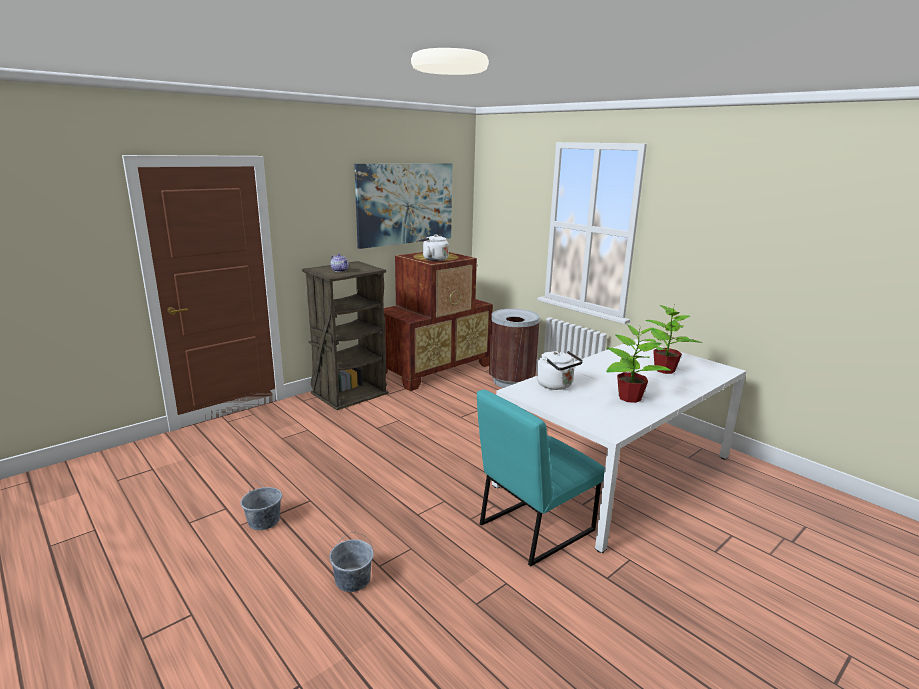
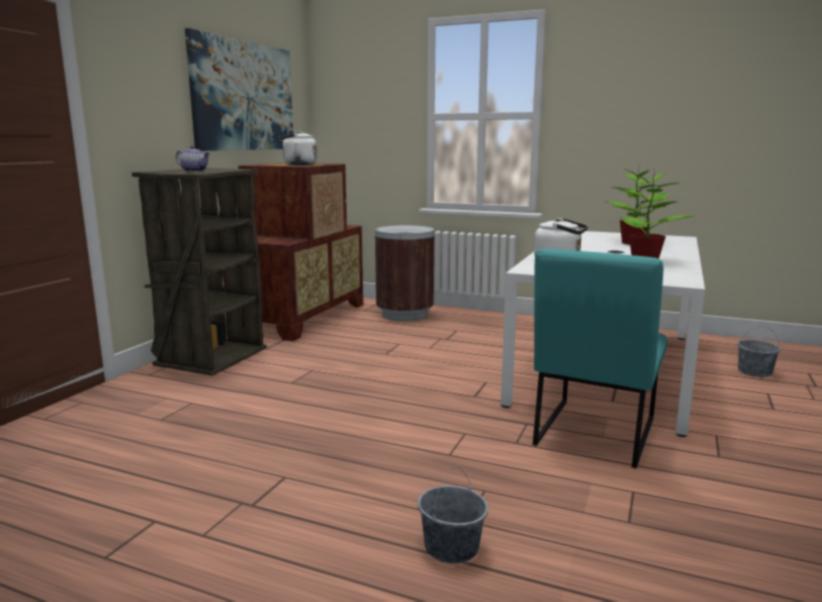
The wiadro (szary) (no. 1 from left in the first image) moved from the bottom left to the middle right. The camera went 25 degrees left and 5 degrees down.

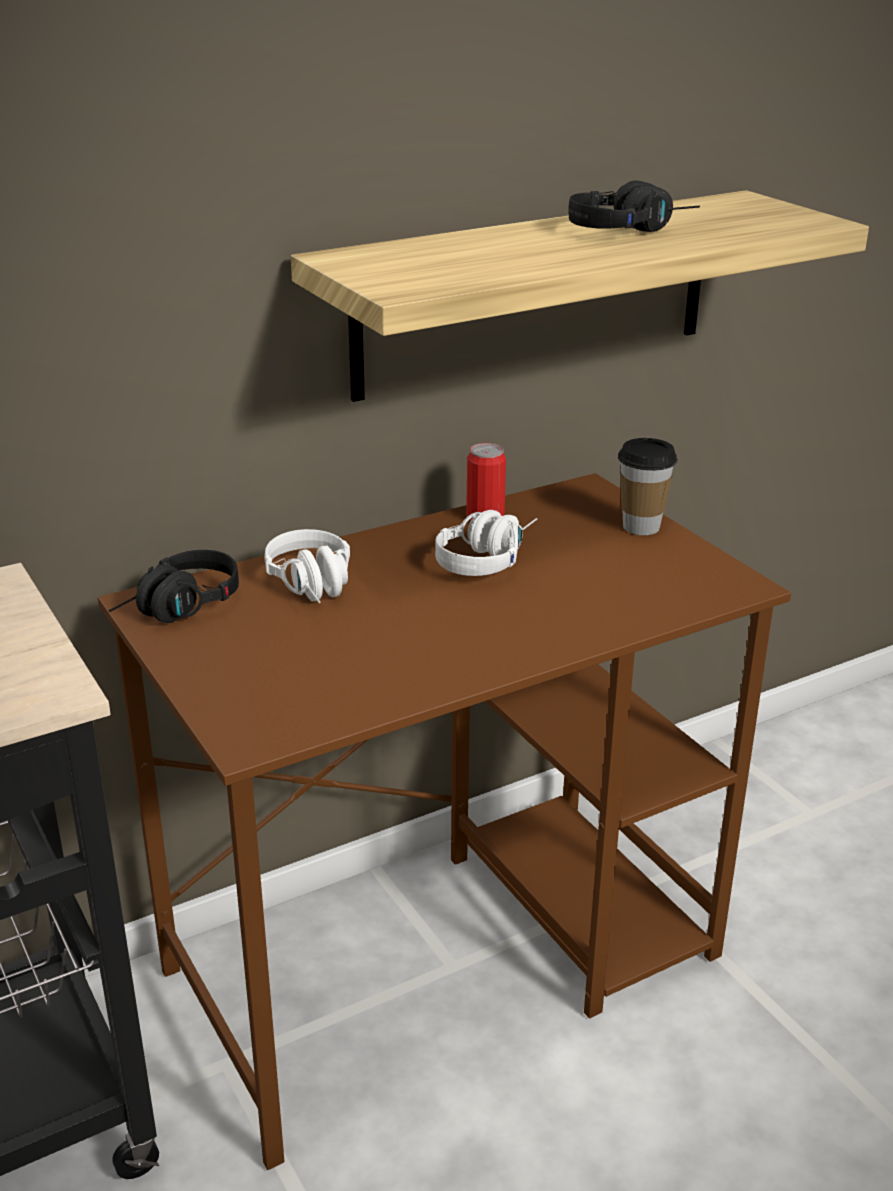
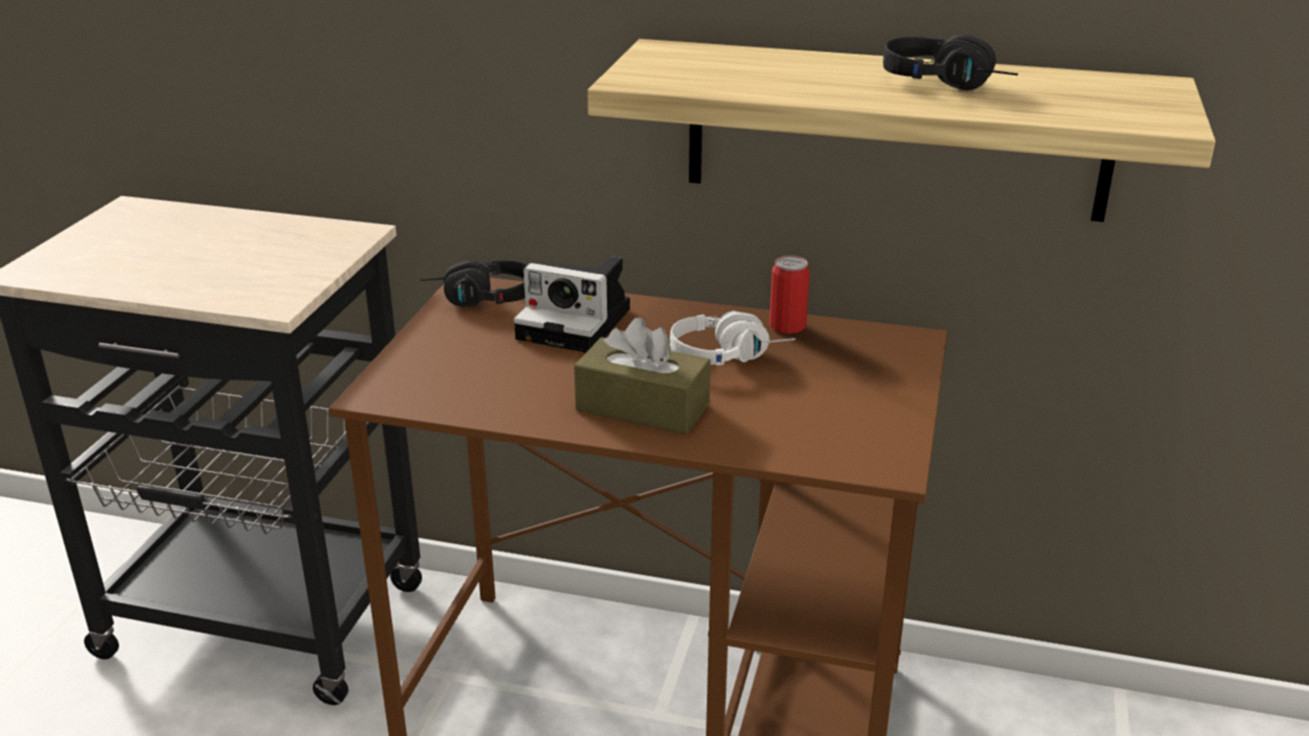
The filiżanka at the middle right disappeared. The pudełko chusteczek (brązowy) at the centre appeared. The słuchawki (biały) (no. 1 from left) at the centre was replaced by the aparat fotograficzny at the centre. The camera went 45 degrees right and 0 degrees up.

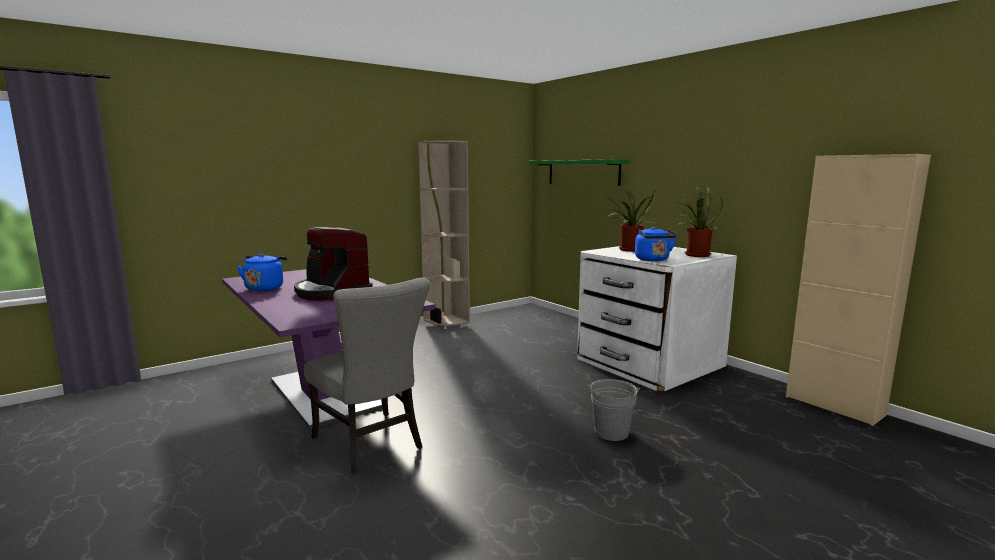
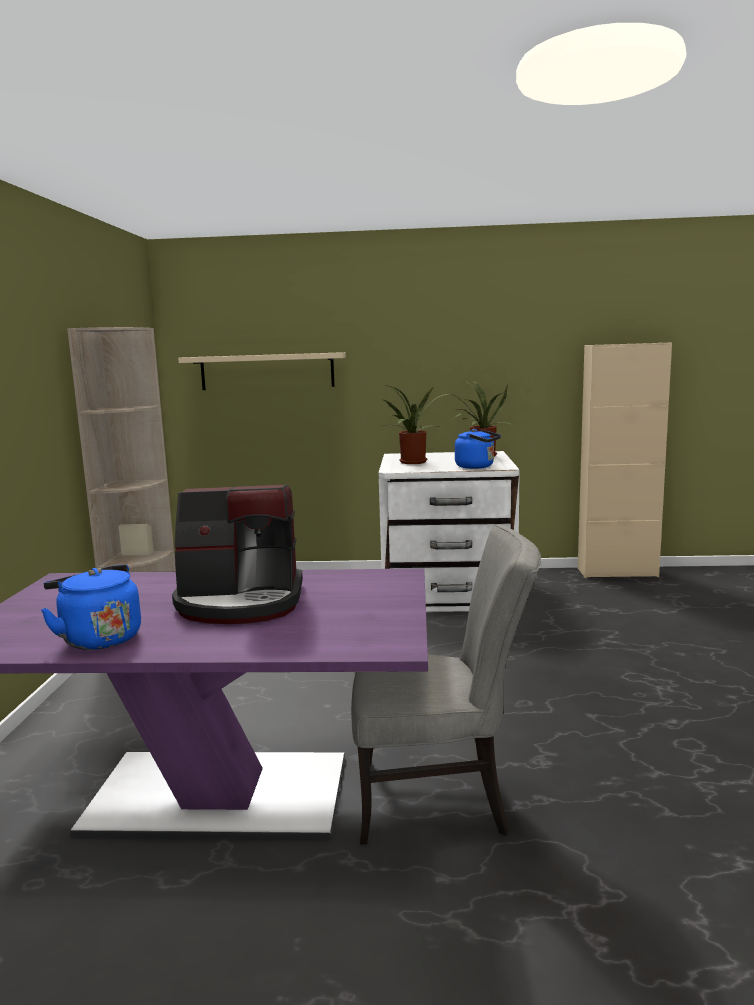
The wiadro (szary) at the bottom centre disappeared. The półka (zielony) at the top centre became the półka (beżowy) at the centre. The camera went 50 degrees left and 0 degrees up.

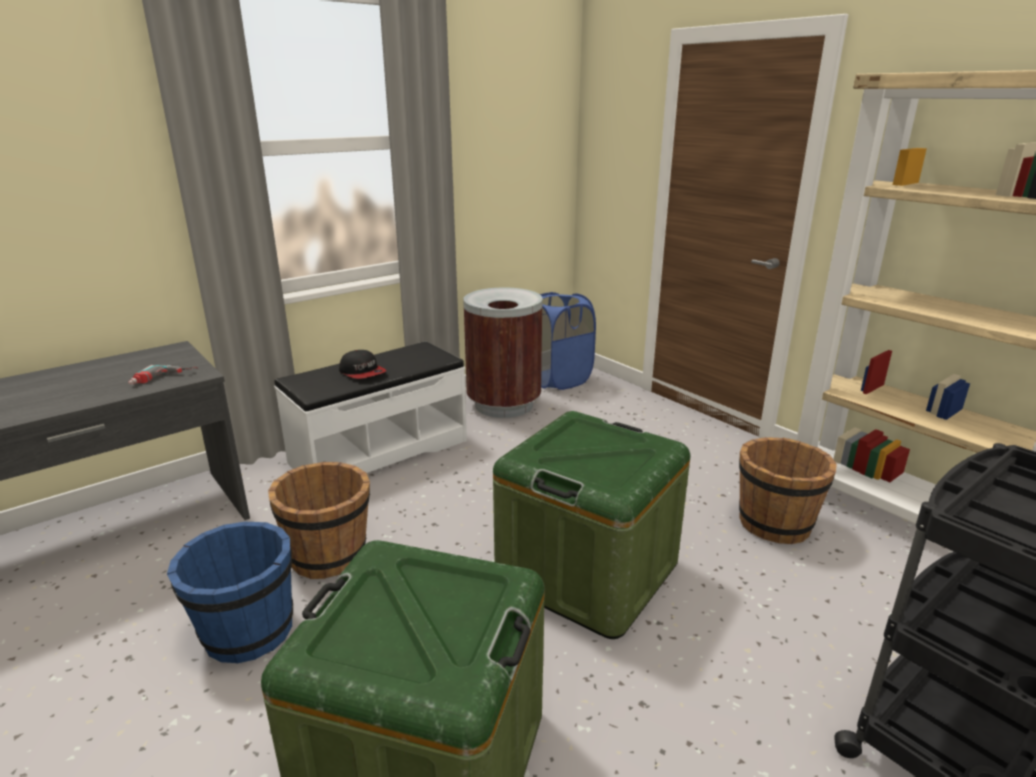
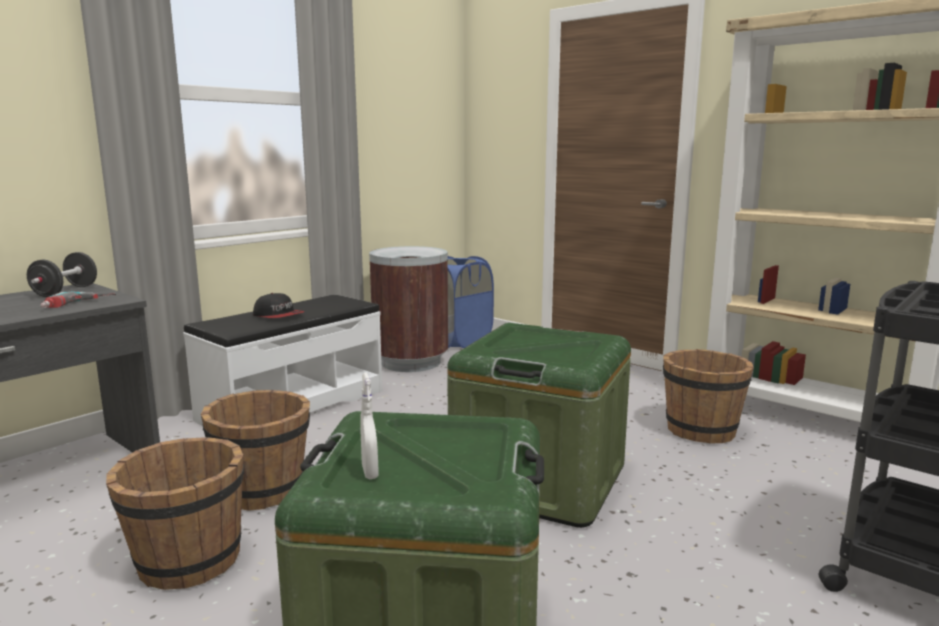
The hantel (czarny) at the middle left appeared. The spryskiwacz (biały) at the bottom centre appeared. The wiadro (niebieski) at the bottom left became the wiadro (brązowy) (no. 1 from left) at the bottom left. The camera went 10 degrees left and 10 degrees down.

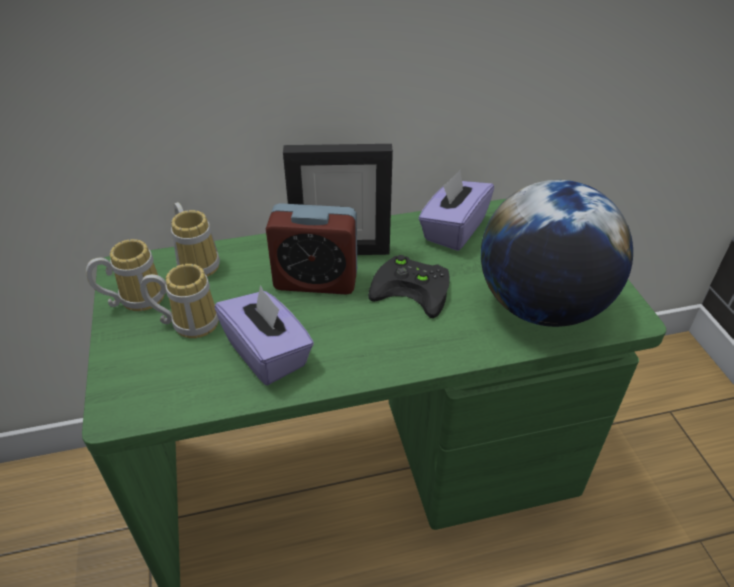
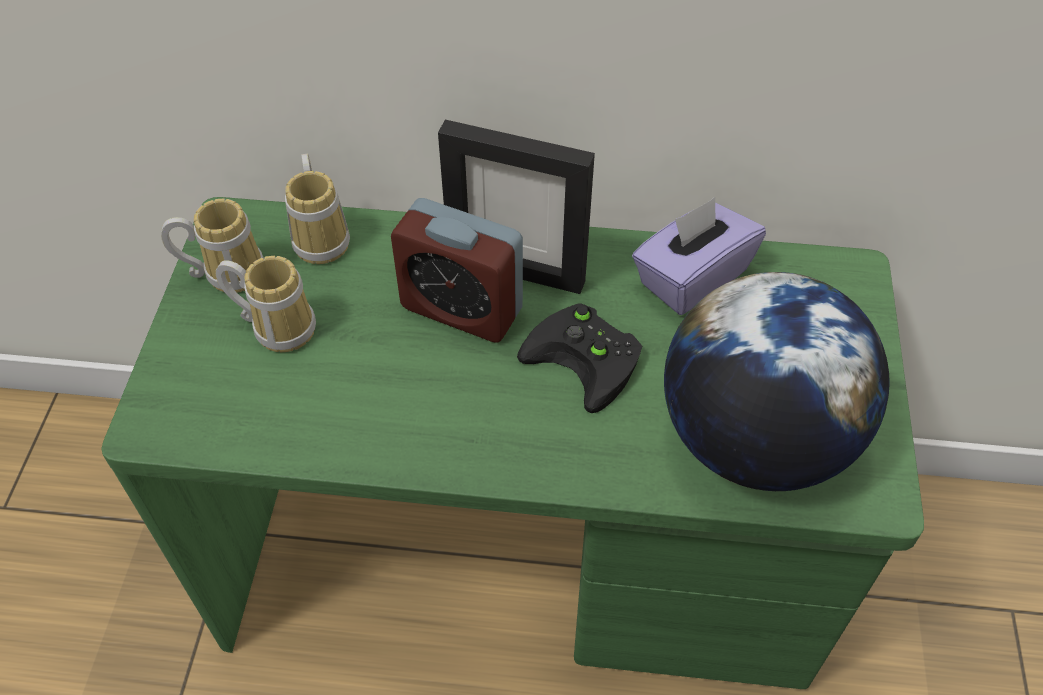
The pudełko chusteczek (fioletowy) (no. 1 from left) at the centre disappeared. The camera went 20 degrees right and 10 degrees up.

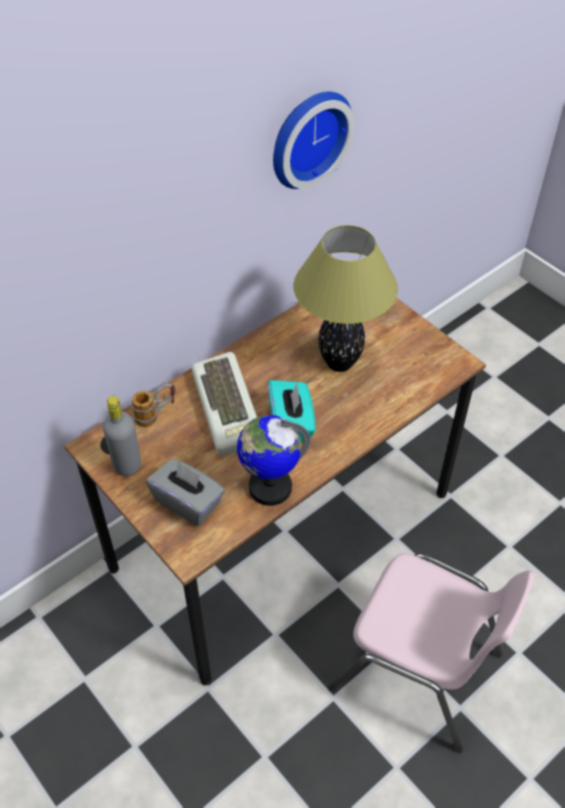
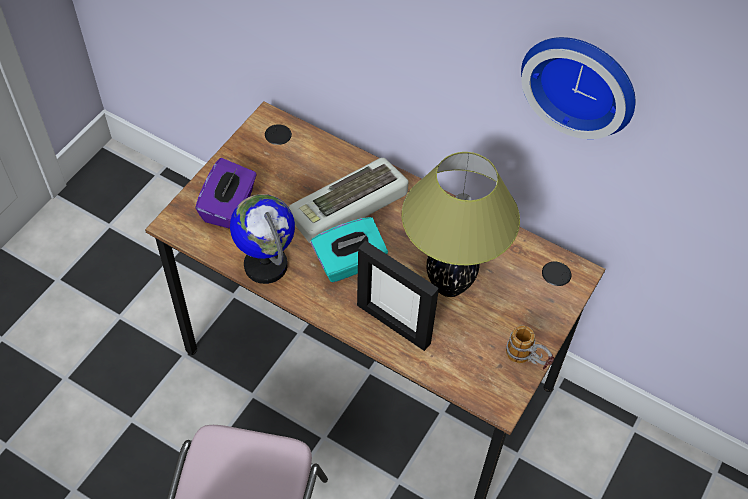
The butelka (szary) at the middle left disappeared. The ramka na zdjęcie at the centre appeared. The kubek moved from the middle left to the bottom right. The pudełko chusteczek (szary) at the middle left became the pudełko chusteczek (fioletowy) at the middle left. The camera went 70 degrees right and 5 degrees up.

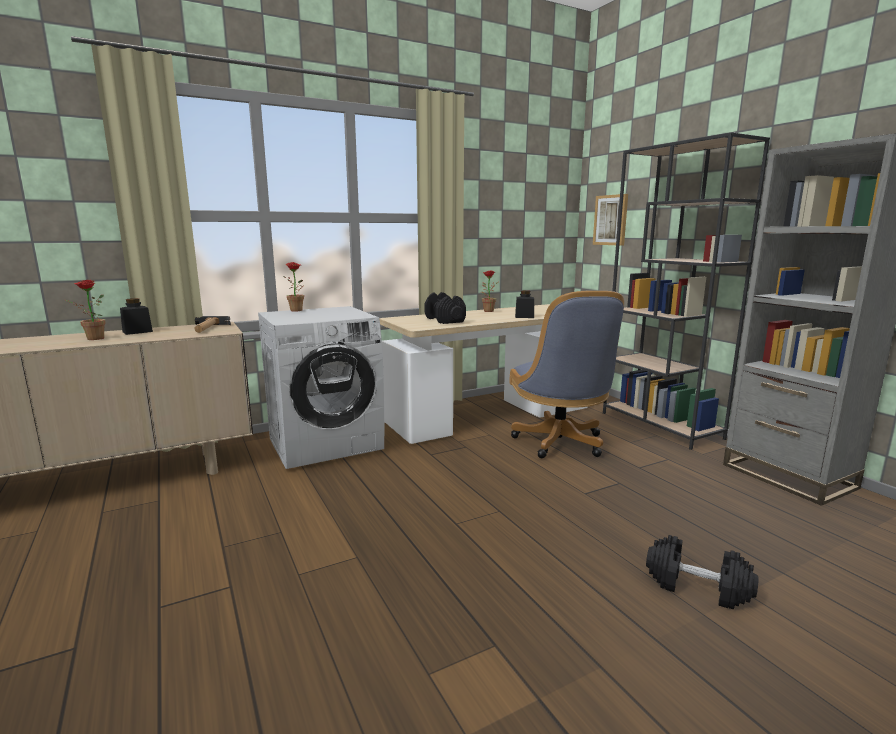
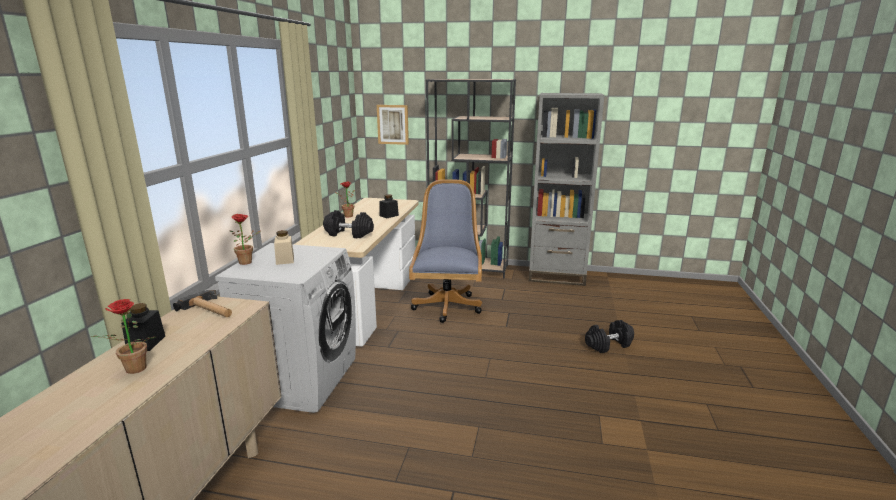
The słoik (beżowy) at the middle left appeared. The krzesło biurowe (niebieski) at the centre turned 120 degrees counterclockwise. The camera went 50 degrees left and 5 degrees up.

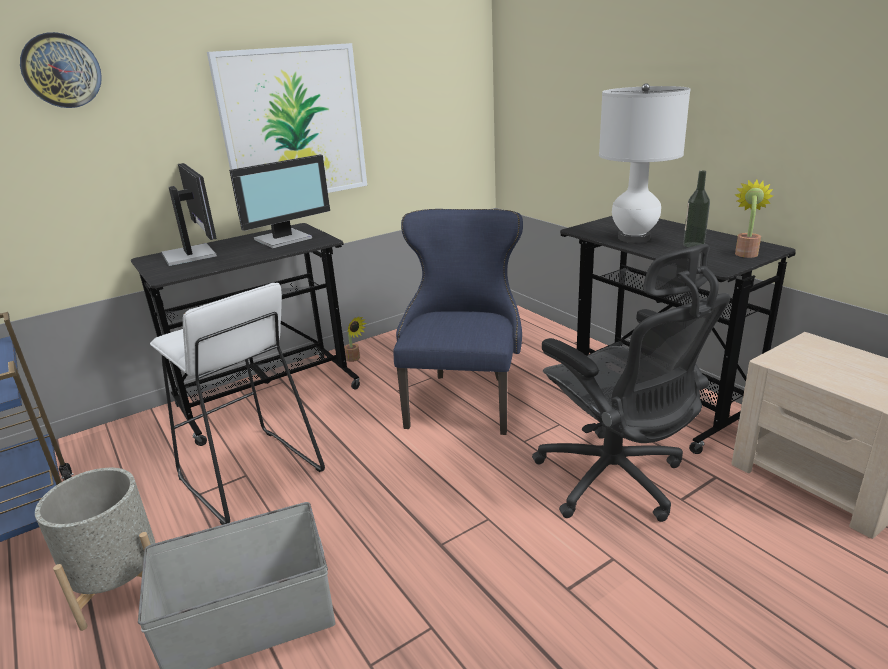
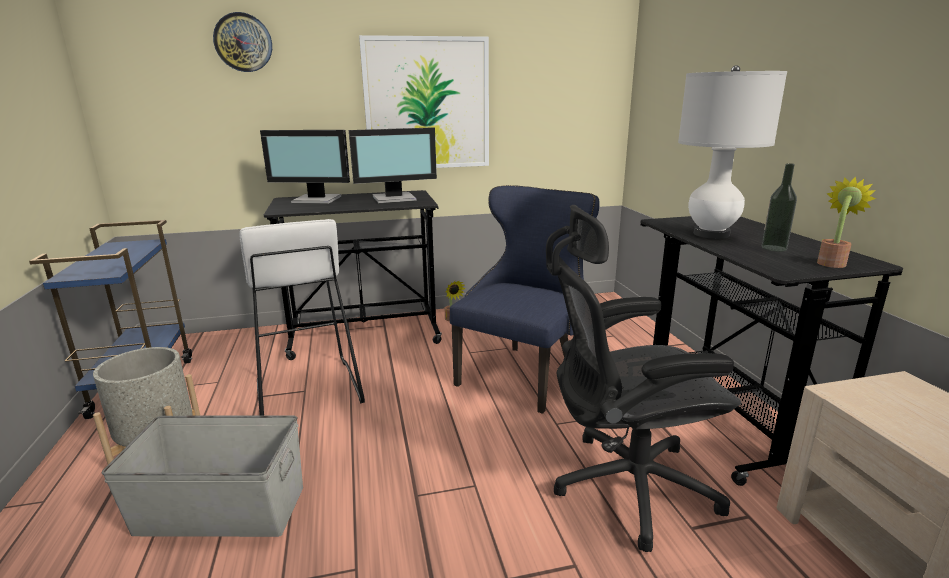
The monitor (no. 1 from left) at the top left turned 105 degrees clockwise. The krzesło biurowe at the middle right turned 90 degrees clockwise. The camera went 20 degrees right and 5 degrees down.

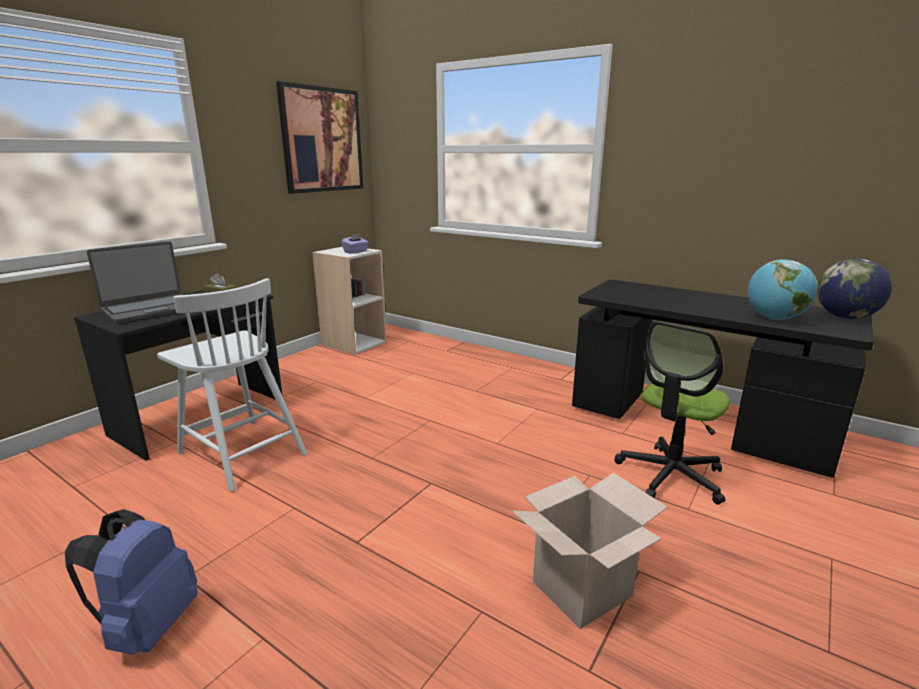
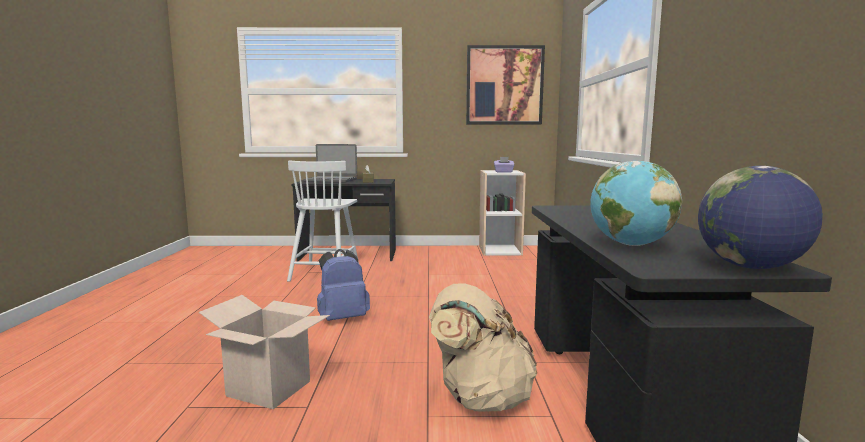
The plecak (niebieski) moved from the bottom left to the centre. The krzesło biurowe at the middle right was replaced by the plecak (beżowy) at the bottom centre. The camera went 55 degrees right and 10 degrees down.

